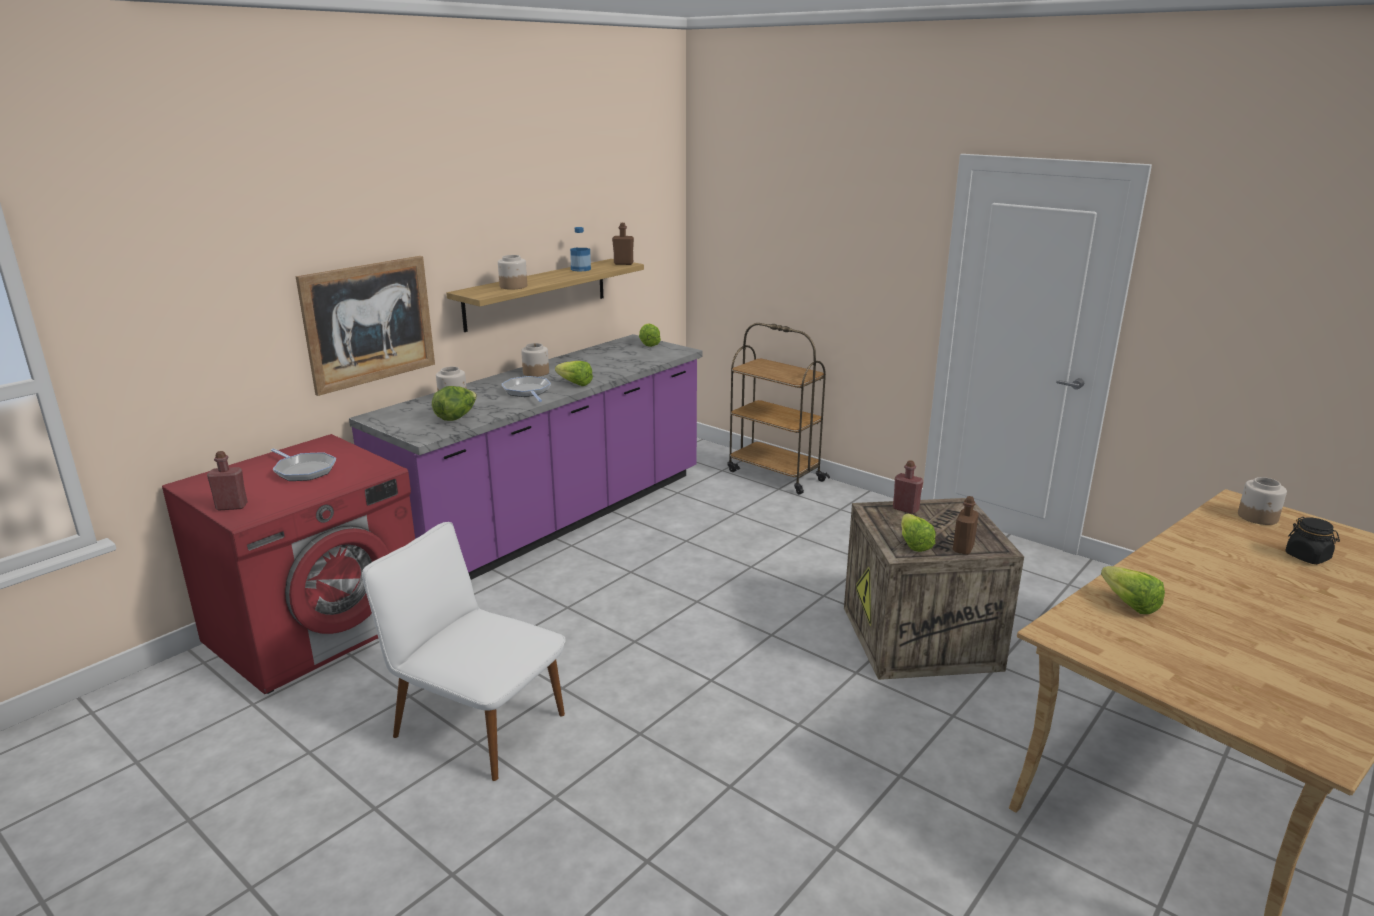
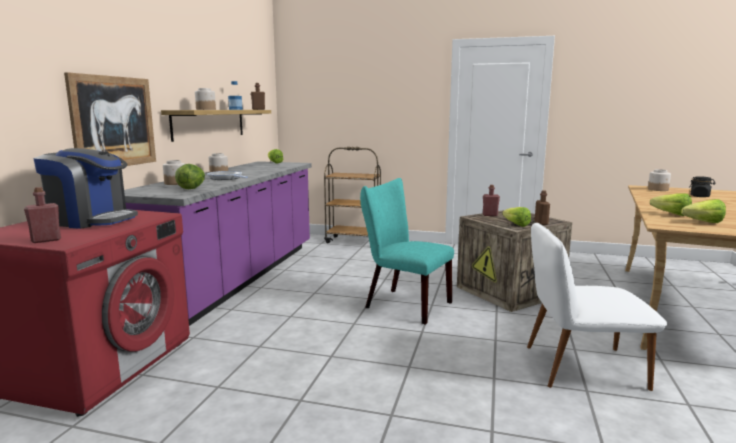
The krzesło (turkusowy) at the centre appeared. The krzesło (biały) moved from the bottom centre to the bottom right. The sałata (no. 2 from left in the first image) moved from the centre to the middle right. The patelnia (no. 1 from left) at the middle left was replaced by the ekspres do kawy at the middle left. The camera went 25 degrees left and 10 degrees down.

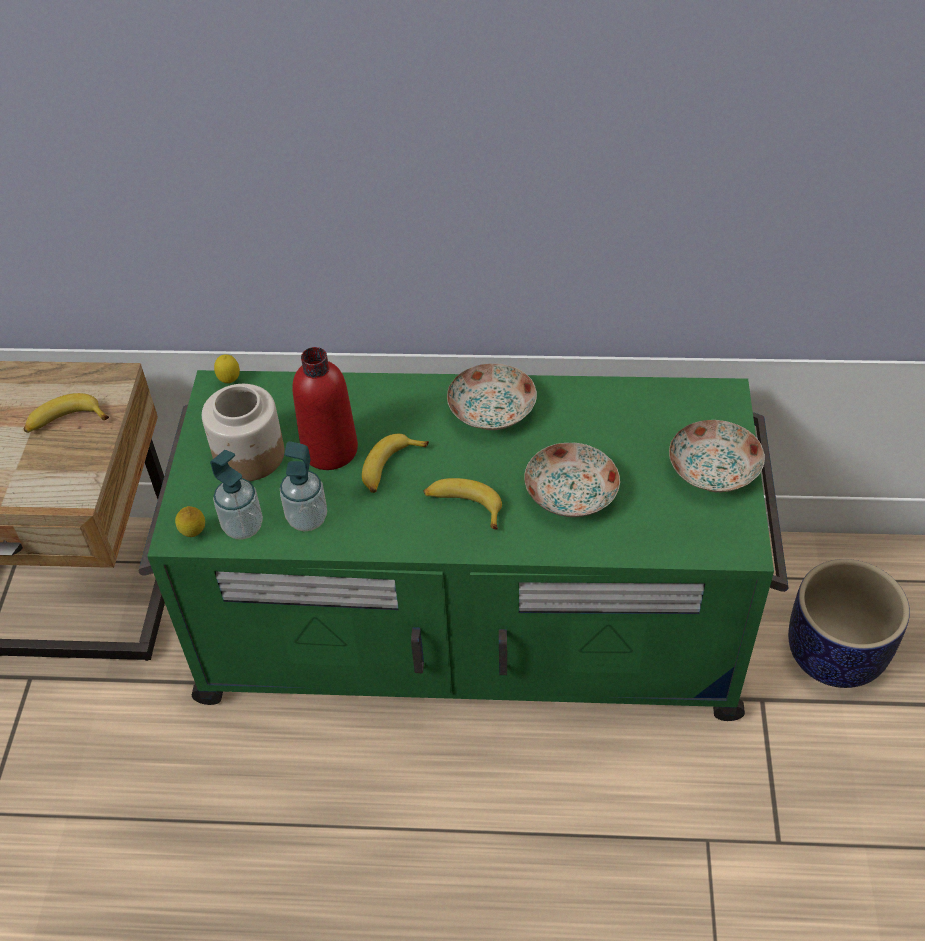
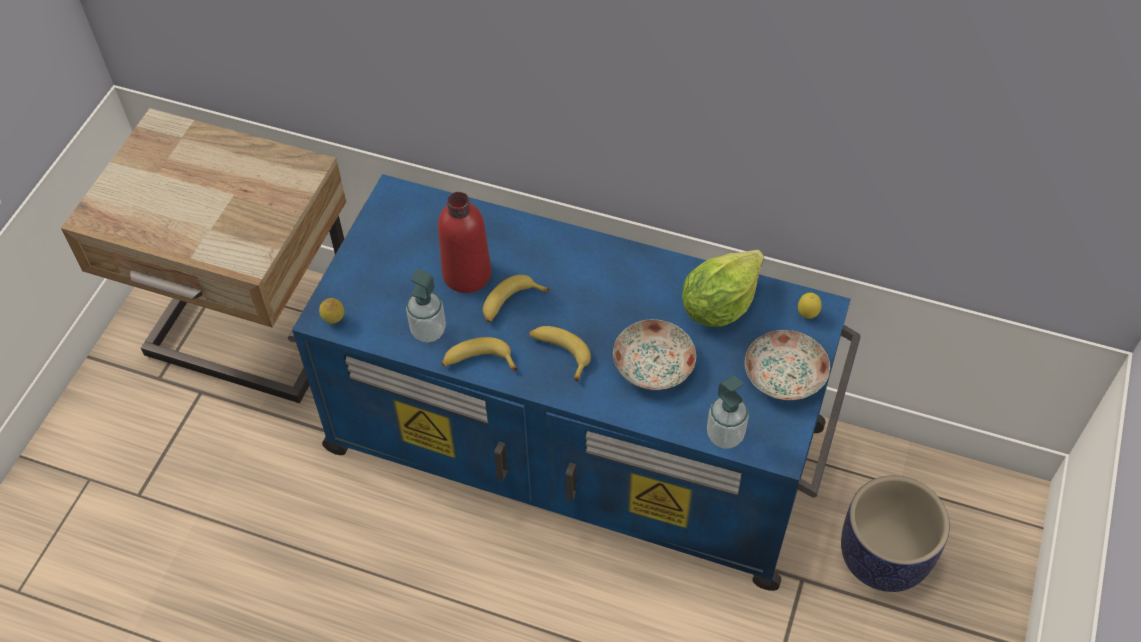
The słoik at the middle left disappeared. The talerz (no. 1 from left) at the centre disappeared. The sałata at the centre appeared. The banan (no. 1 from left) moved from the middle left to the centre. The dozownik mydła (no. 1 from left in the first image) moved from the middle left to the centre. The cytryna (no. 2 from left) moved from the middle left to the middle right. The szafka (zielony) at the centre became the szafka (niebieski) at the centre. The camera went 15 degrees right and 5 degrees up.

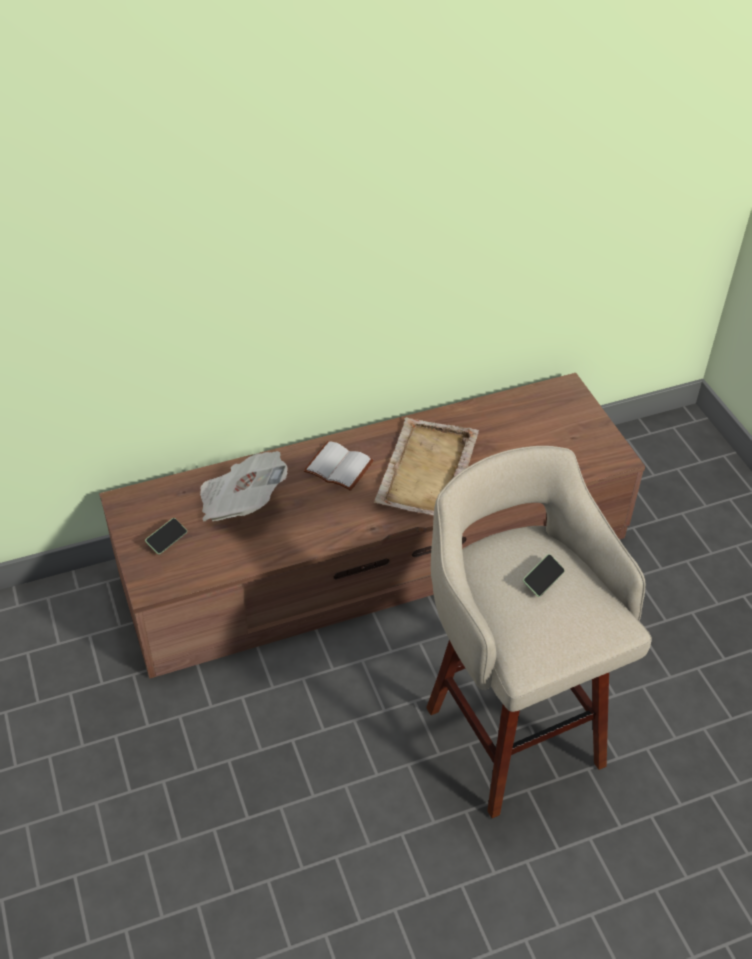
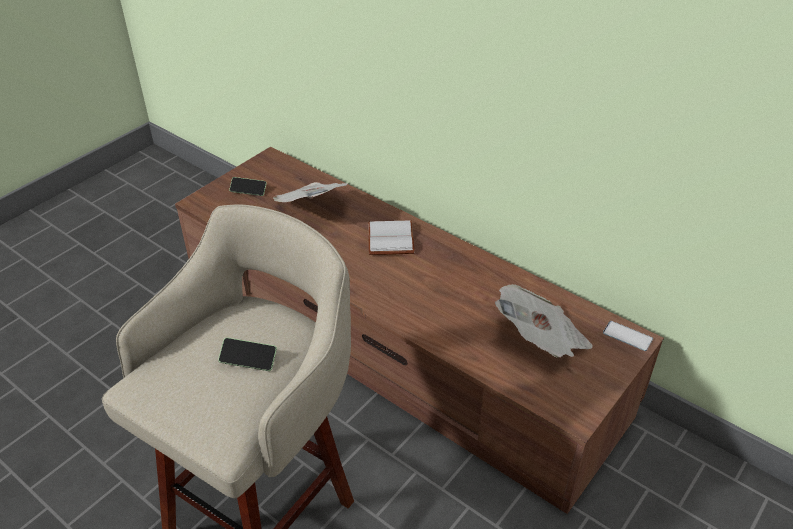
The taca (beżowy) at the centre disappeared. The gazeta (no. 2 from left) at the middle right appeared. The telefon (no. 3 from left) at the middle right appeared. The camera went 60 degrees right and 5 degrees down.

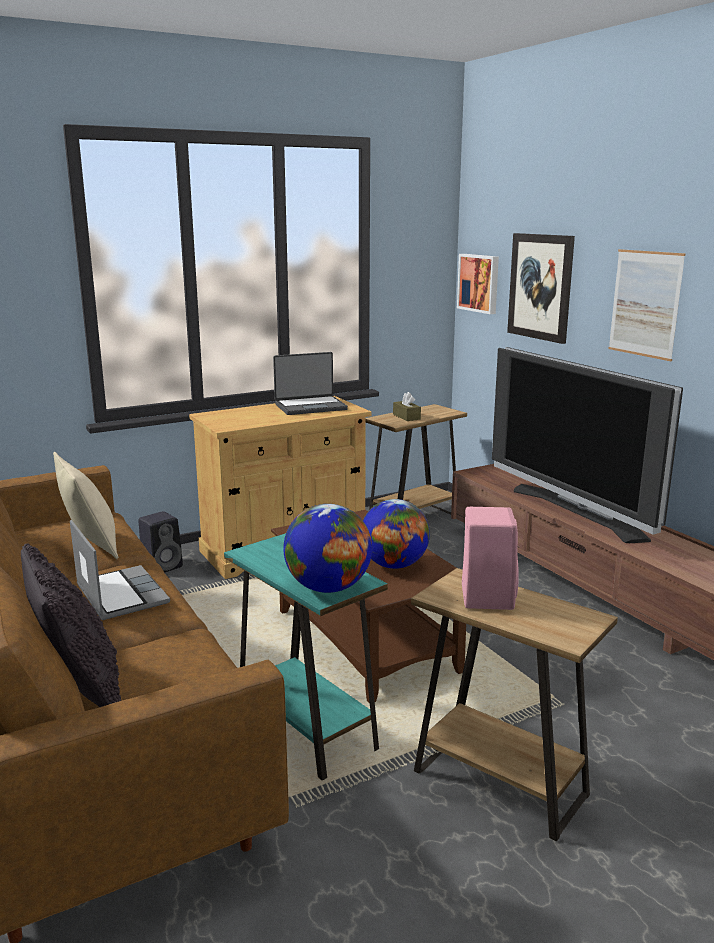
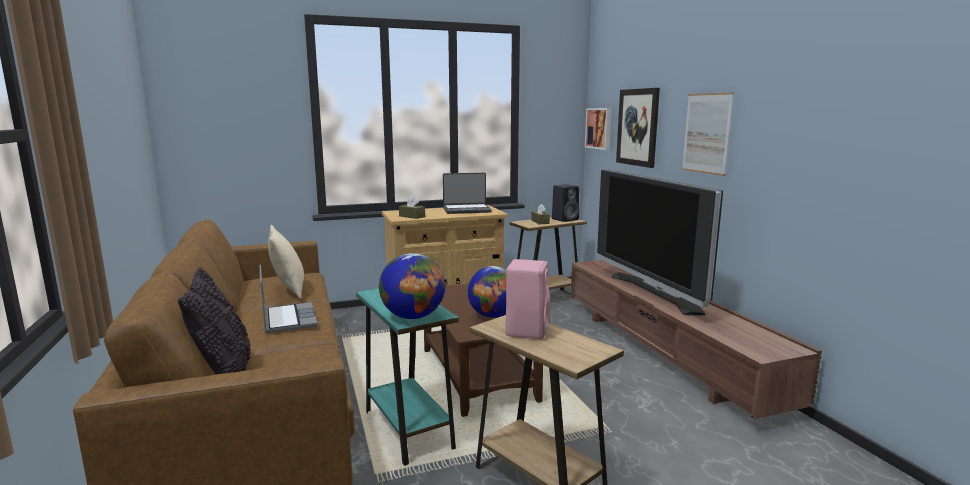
The pudełko chusteczek (brązowy) (no. 1 from left) at the centre appeared. The głośnik (czarny) moved from the middle left to the centre. The camera went 10 degrees right and 5 degrees down.

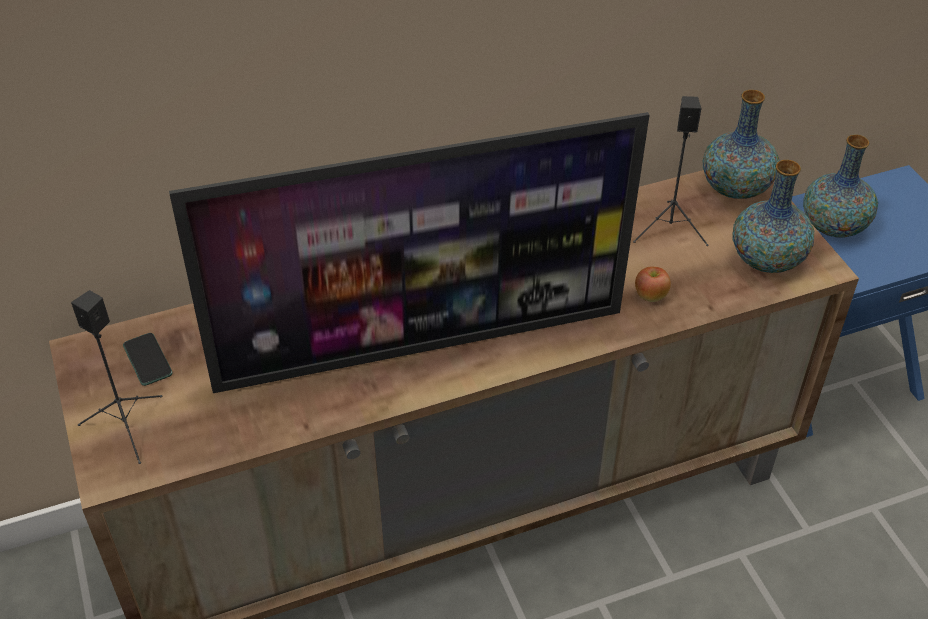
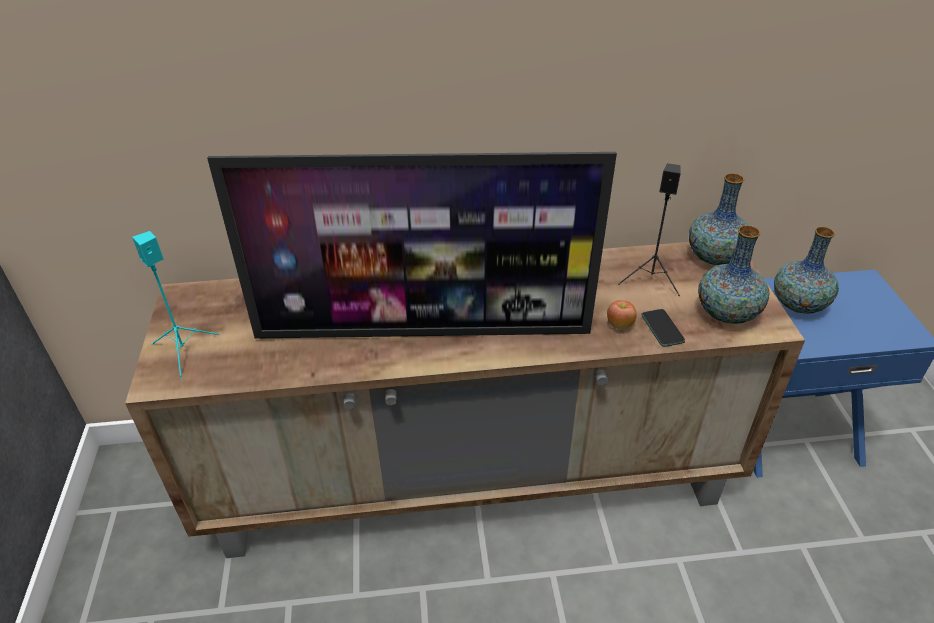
The telefon moved from the middle left to the middle right. The głośnik (czarny) (no. 1 from left) at the middle left became the głośnik (turkusowy) at the middle left. The camera went 15 degrees right and 5 degrees down.

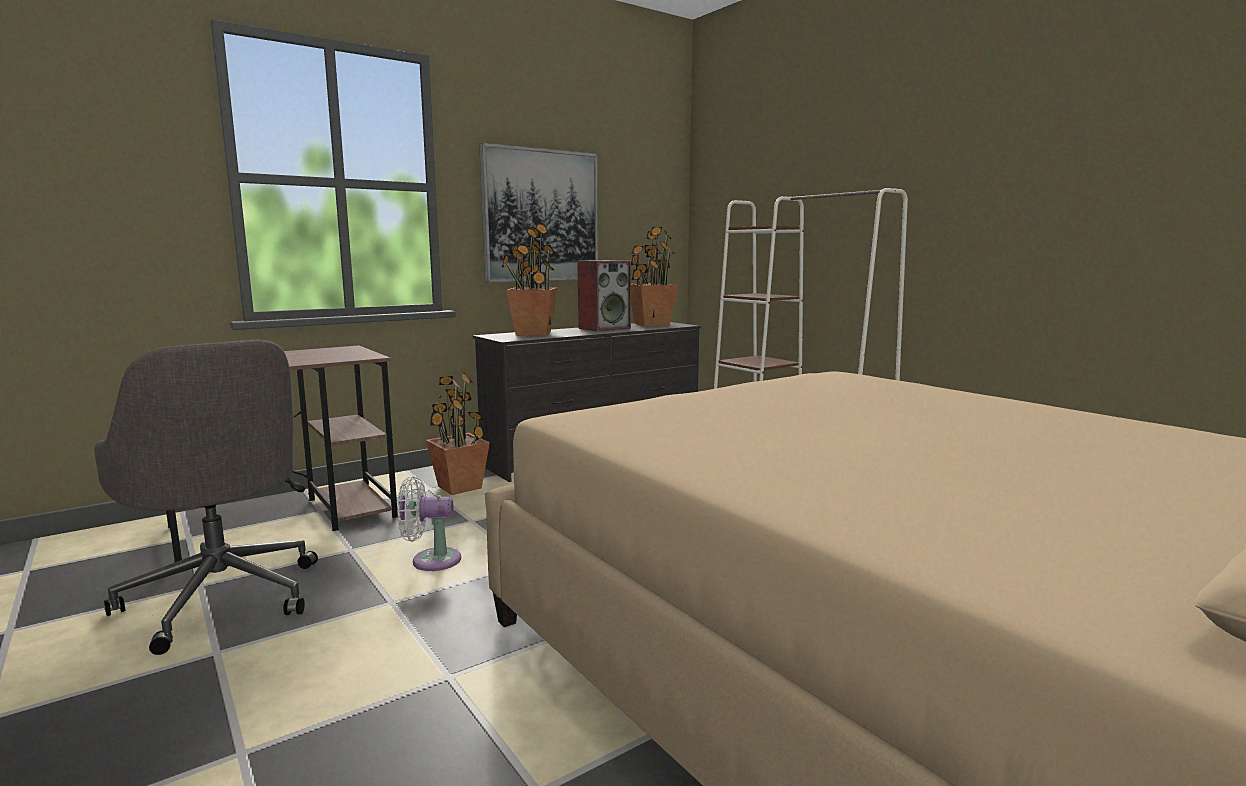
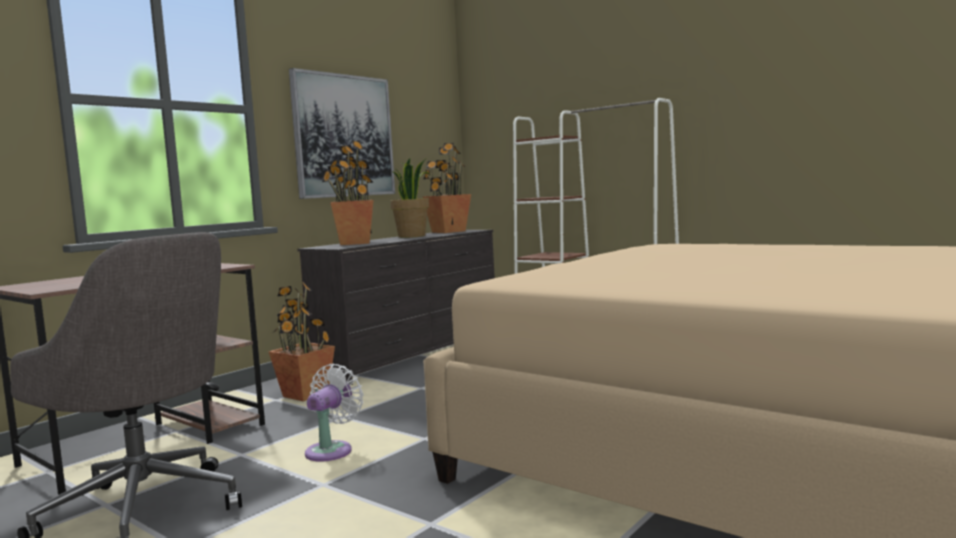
The głośnik at the centre was replaced by the roślina doniczkowa (no. 3 from left) at the centre. The wentylator (biały) at the centre turned 135 degrees clockwise. The camera went 15 degrees left and 5 degrees down.

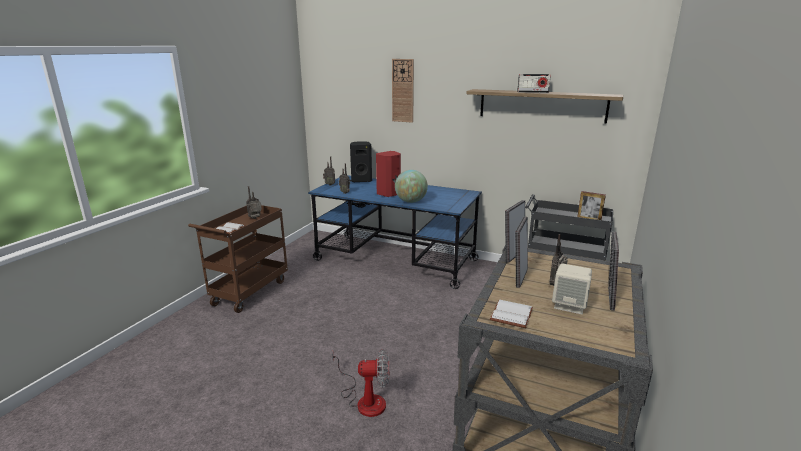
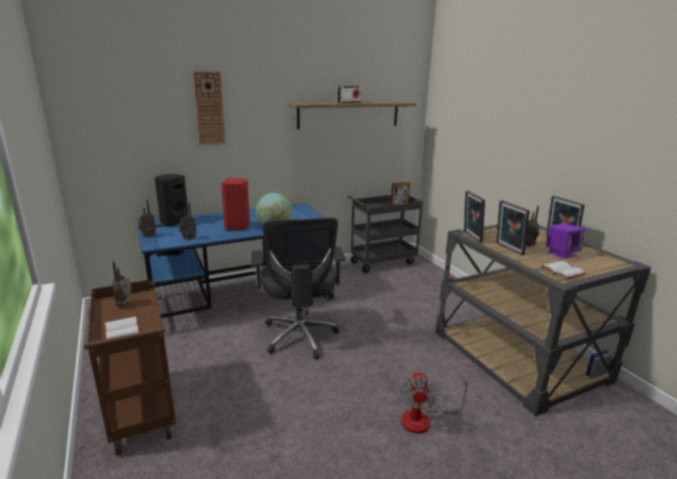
The krzesło biurowe at the centre appeared. The głośnik (beżowy) at the middle right became the głośnik (fioletowy) at the middle right. The wentylator at the bottom centre turned 150 degrees clockwise. The camera went 50 degrees left and 0 degrees up.

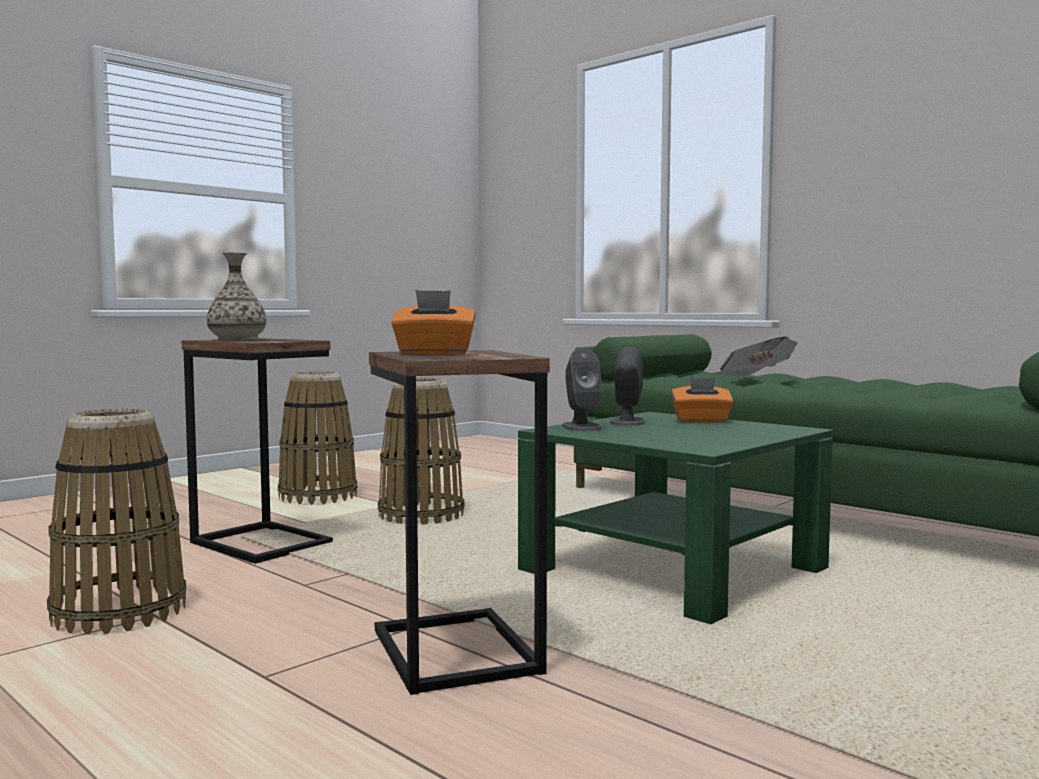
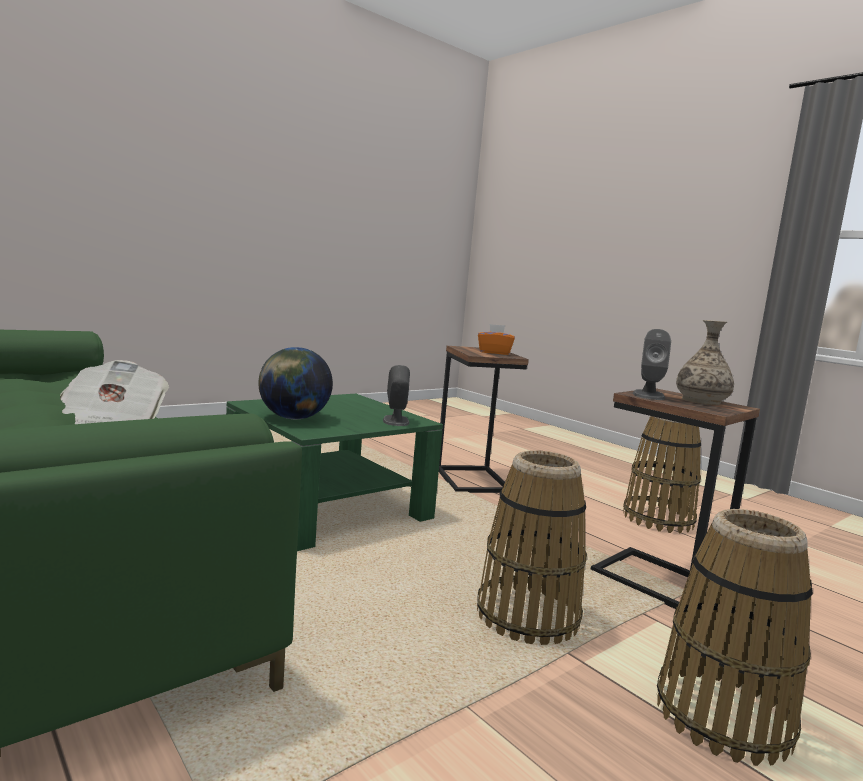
The głośnik (szary) (no. 2 from left) moved from the centre to the middle right. The pudełko chusteczek (pomarańczowy) (no. 2 from left) at the middle right was replaced by the globus at the centre. The camera went 175 degrees left and 5 degrees up.

